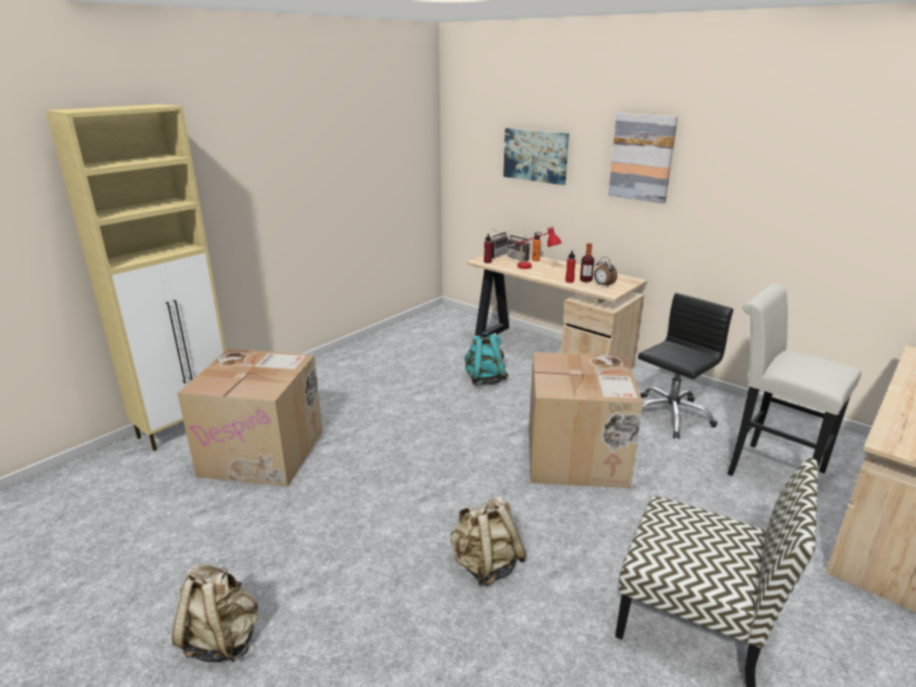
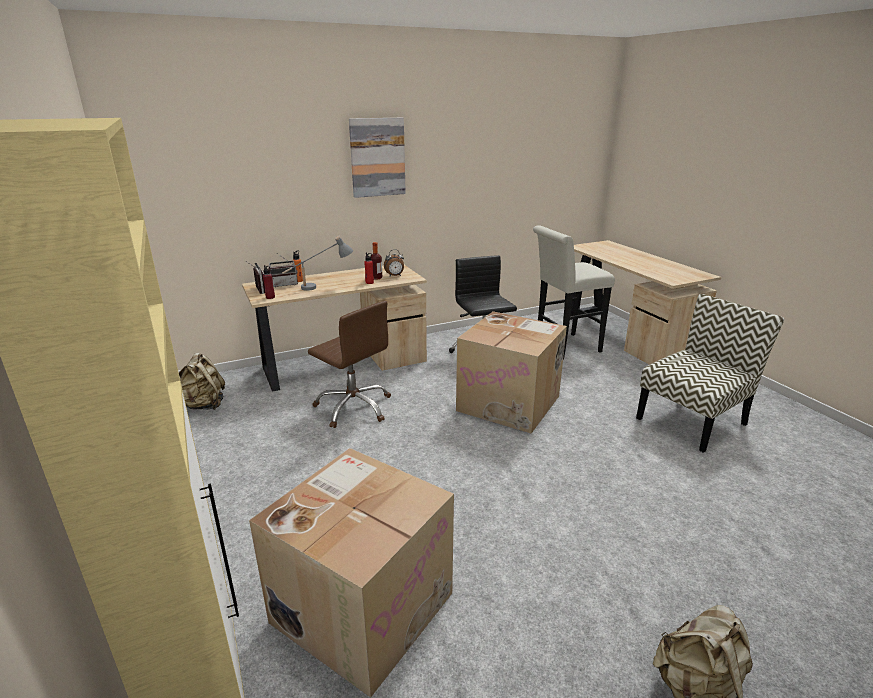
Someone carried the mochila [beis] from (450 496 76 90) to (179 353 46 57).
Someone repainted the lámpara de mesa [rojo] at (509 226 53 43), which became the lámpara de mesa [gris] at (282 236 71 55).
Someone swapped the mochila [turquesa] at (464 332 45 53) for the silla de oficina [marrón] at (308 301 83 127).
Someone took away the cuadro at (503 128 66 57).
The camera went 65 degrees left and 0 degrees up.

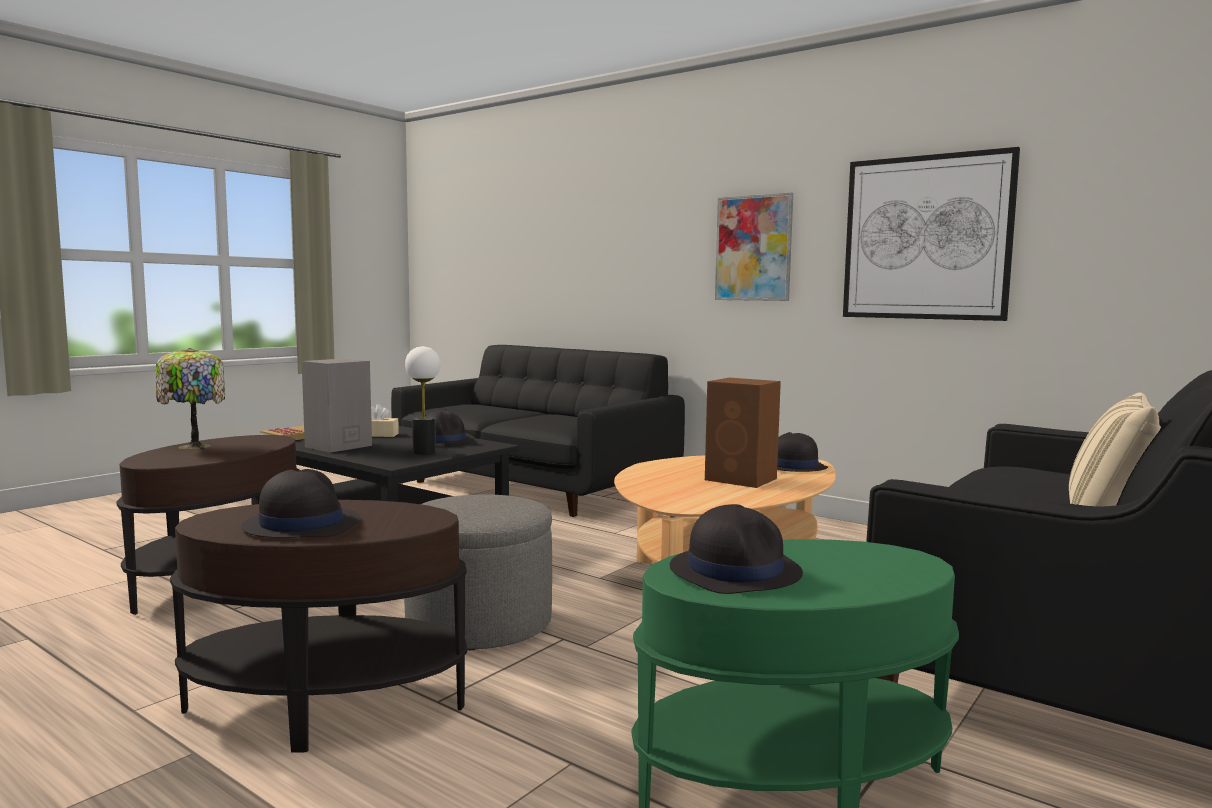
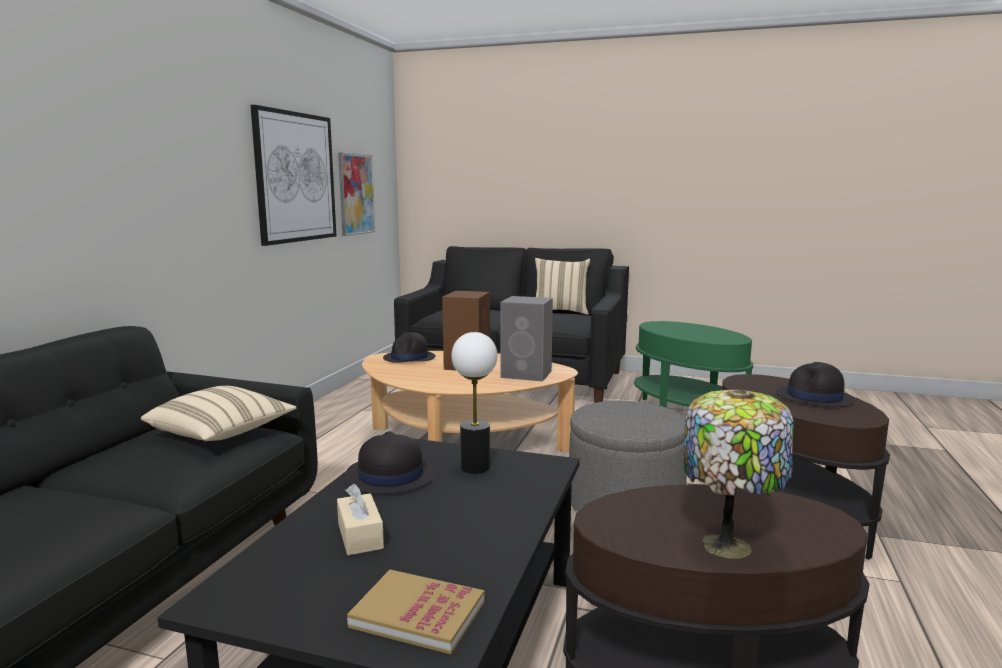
Someone put down the cojín [beis] at (141 386 155 55).
Someone carried the cuadro from (715 193 78 108) to (338 152 37 84).
Someone carried the altavoz [gris] from (302 359 70 94) to (501 296 52 86).
Someone took away the sombrero [negro] at (670 504 133 90).
The camera went 110 degrees left and 5 degrees up.

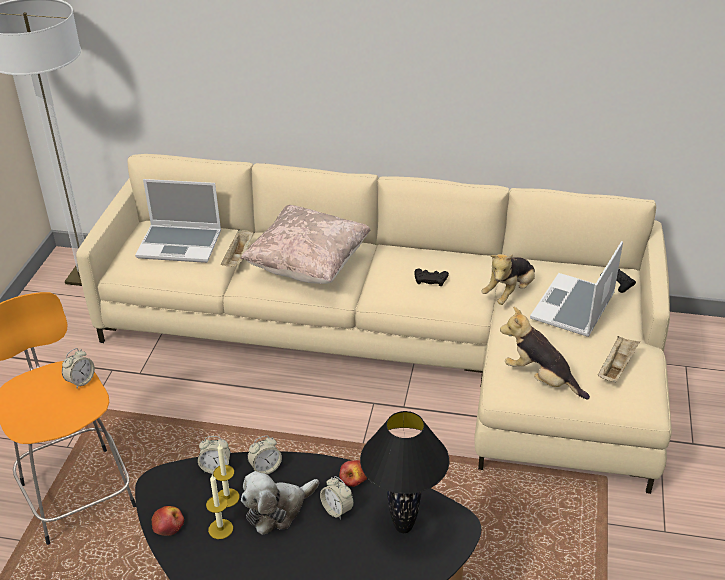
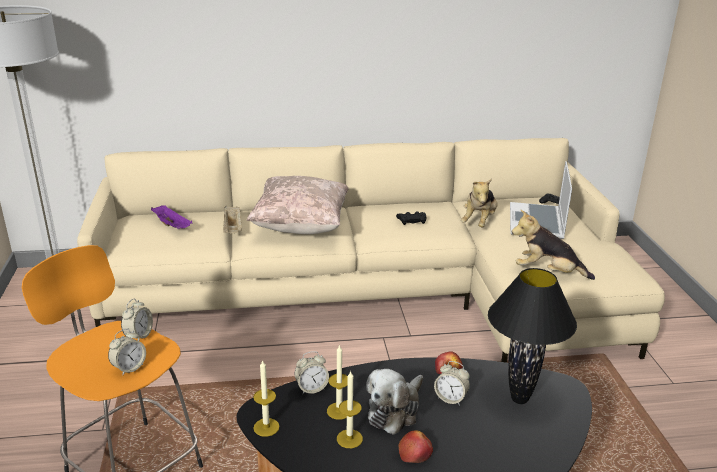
Someone carried the despertador from (247 435 35 39) to (108 329 38 47).
Someone swapped the portátil at (135 179 86 84) for the bandeja [morado] at (151 205 42 24).
Someone put down the vela at (253 359 26 78).
Someone carried the manzana from (152 506 32 30) to (399 430 34 33).
Someone took away the bandeja [beis] at (598 336 42 47).
The camera went 20 degrees left and 10 degrees down.

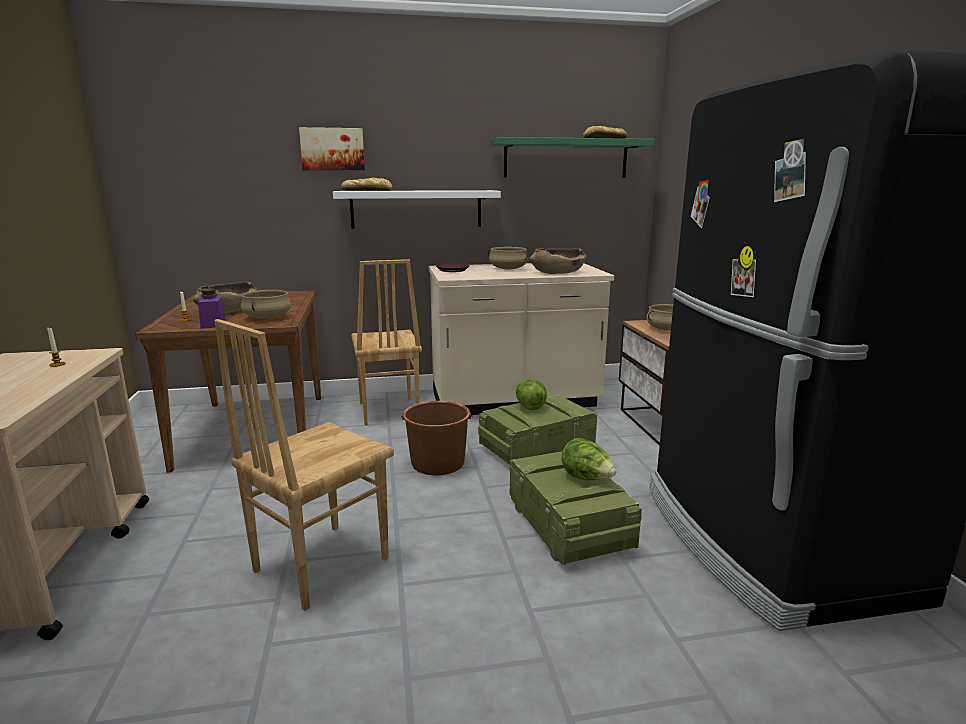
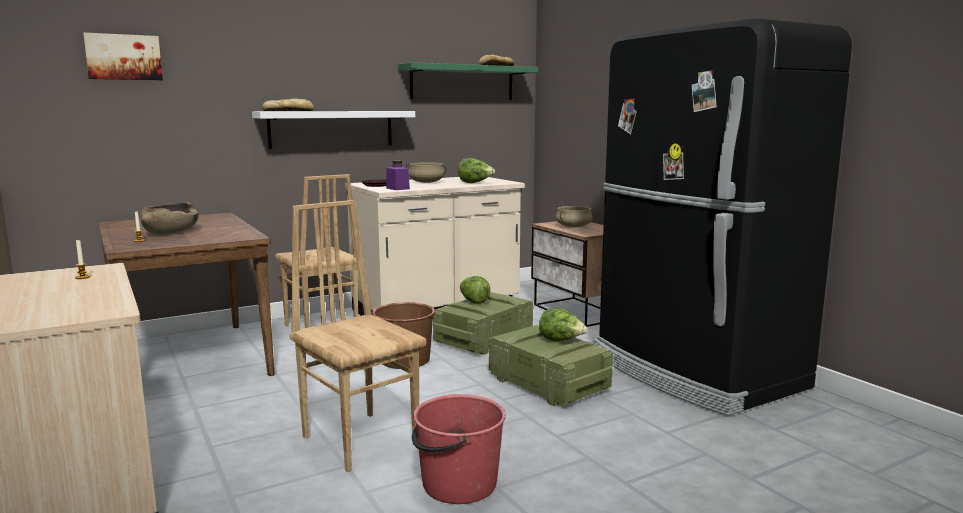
Someone carried the cuadro from (299 127 66 43) to (83 32 80 48).
Someone rotated the silla [marrón] at (214 319 180 292) by 120 degrees clockwise.
Someone carried the tarro [morado] from (198 289 27 40) to (386 160 24 30).
Someone put down the cubo [rojo] at (412 394 94 110).
Someone swapped the cuenco [marrón] at (529 248 58 26) for the lechuga at (458 158 37 25).
Someone took away the olla [beis] at (241 290 50 29).
The camera went 20 degrees left and 5 degrees down.

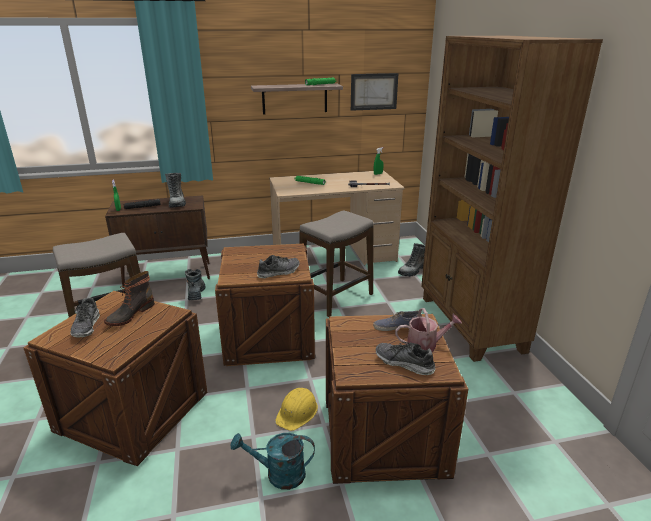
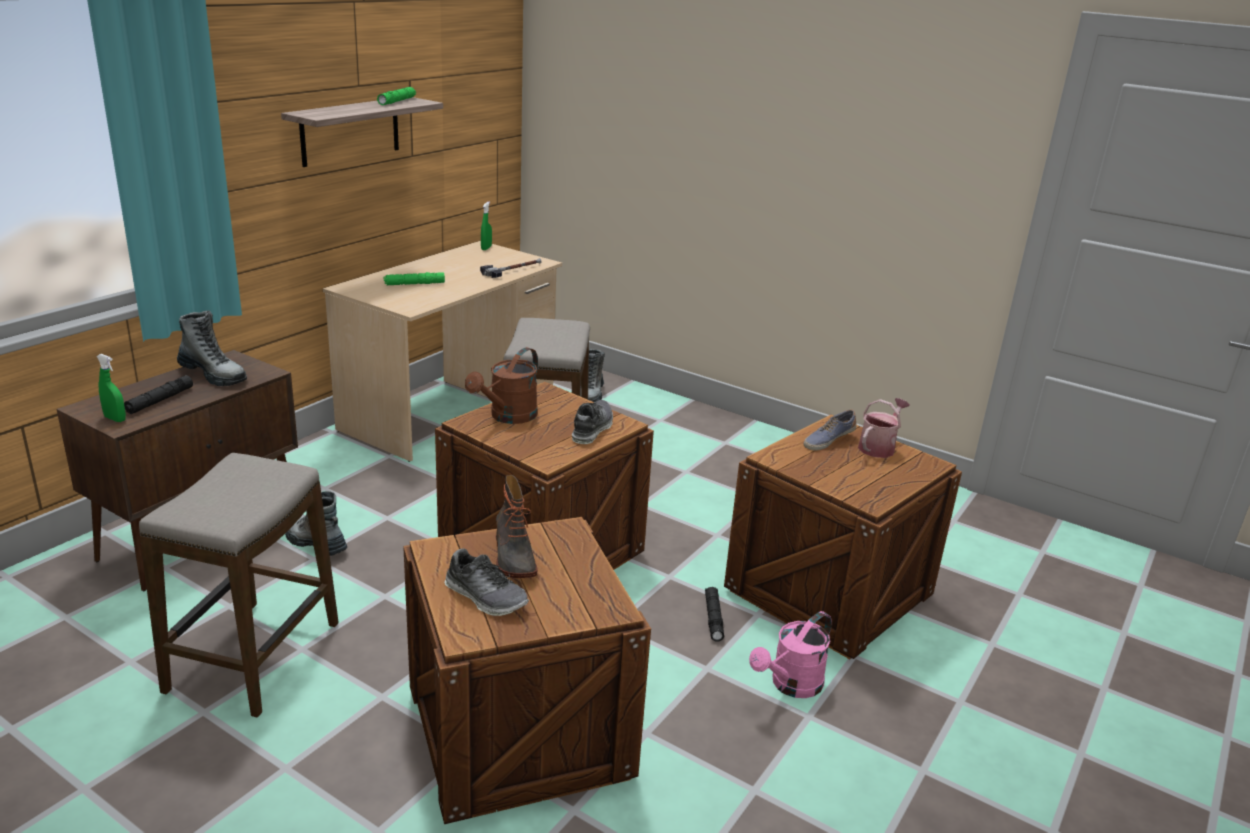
Someone put down the regadera [marrón] at (465 347 73 77).
Someone swapped the casco [amarillo] at (275 388 43 43) for the linterna [negro] at (705 587 19 55).
Someone repainted the regadera [turquesa] at (231 433 84 57), which became the regadera [rosa] at (749 611 83 87).
Someone took away the cuadro at (351 73 47 38).
Someone took away the zapato at (376 342 59 33).
Someone took away the estantería [marrón] at (421 36 182 326).
The camera went 45 degrees left and 0 degrees up.

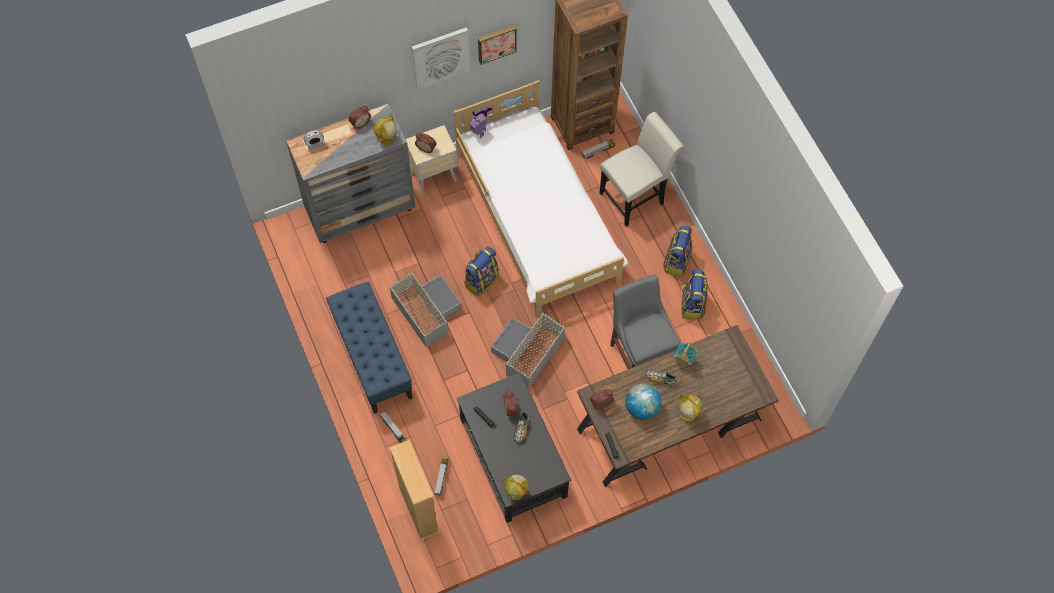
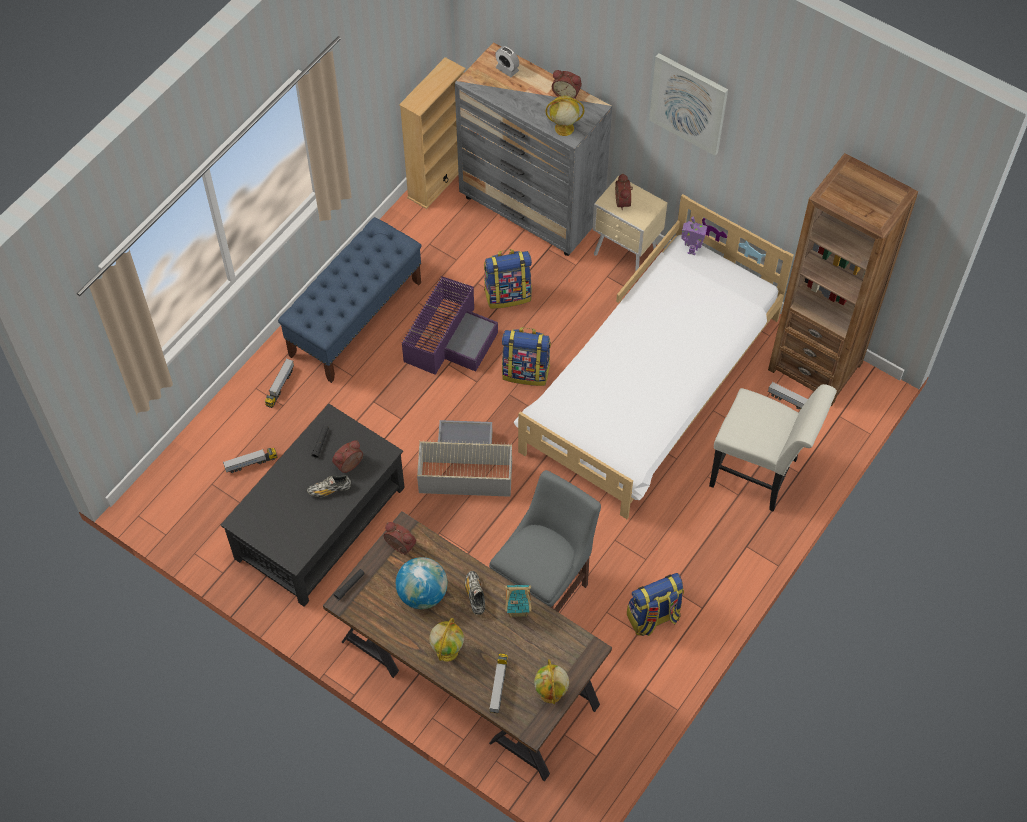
Someone carried the estantería [beis] from (390 440 50 100) to (399 57 67 152).
Someone repainted the caja de almacenaje [gris] at (389 271 73 76), which became the caja de almacenaje [morado] at (401 276 97 99).
Someone carried the mochila from (663 226 30 51) to (484 249 48 60).
Someone put down the camión de juguete at (489 653 19 60).
Someone carried the globo terráqueo from (502 475 28 25) to (534 659 35 45).
Someone took away the cuadro at (478 25 39 40).
The camera went 60 degrees right and 5 degrees down.

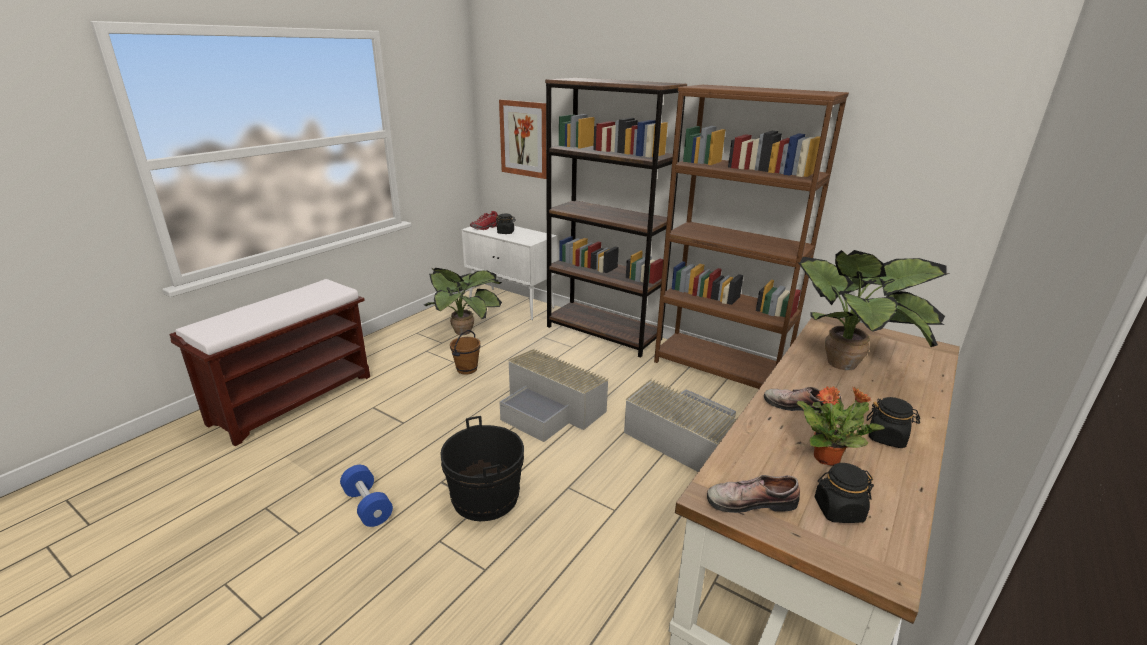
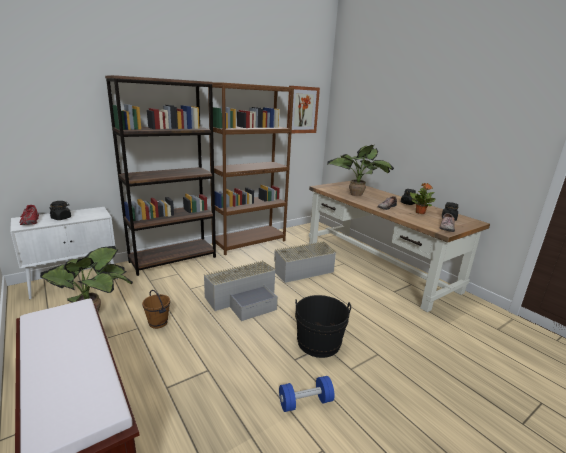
Someone carried the cuadro from (499 99 47 80) to (287 86 33 47).
The camera went 70 degrees left and 5 degrees down.

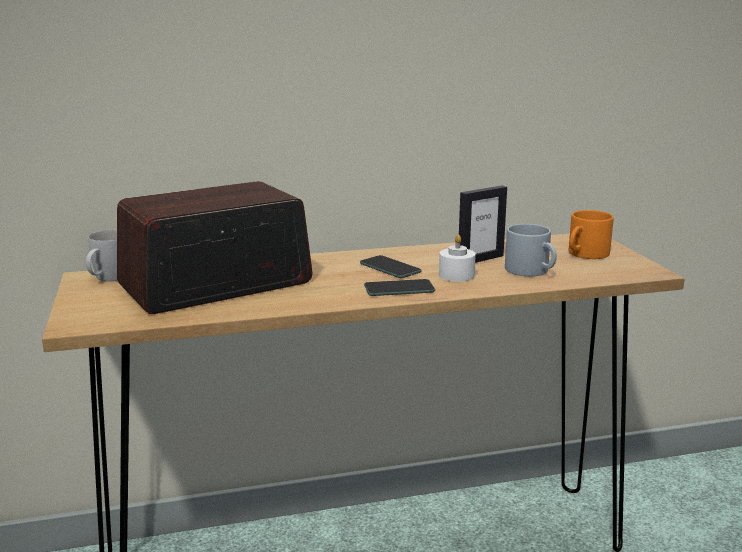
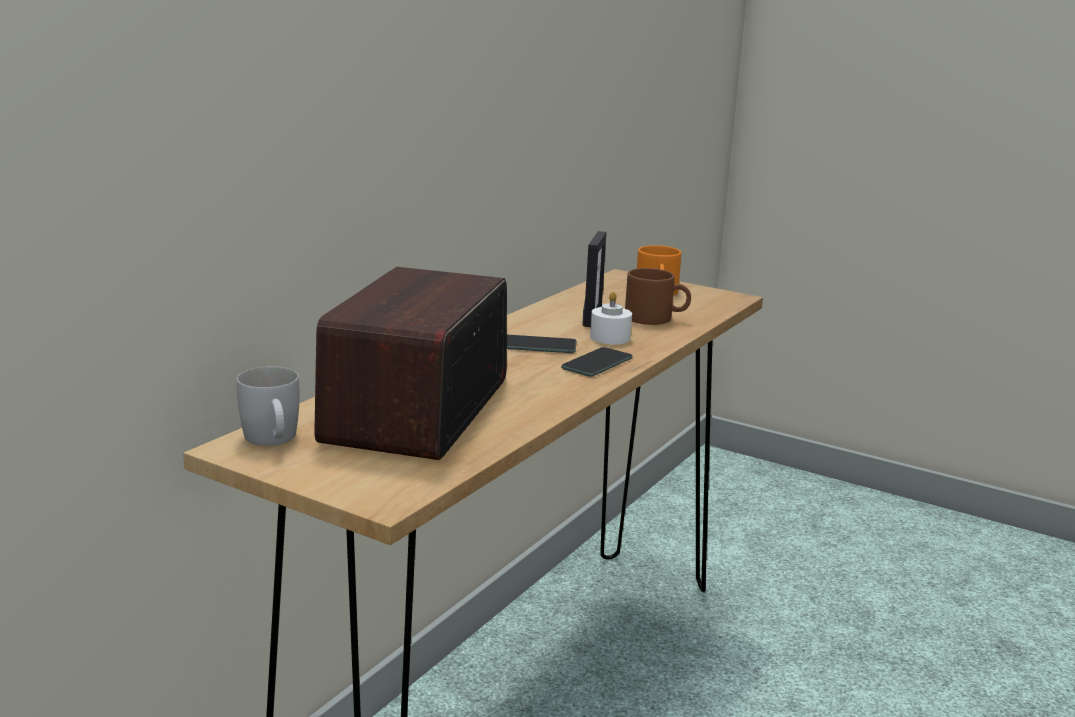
Someone repainted the taza grande [gris] at (505 224 52 52), which became the taza grande [marrón] at (625 268 66 57).
The camera went 45 degrees left and 0 degrees up.

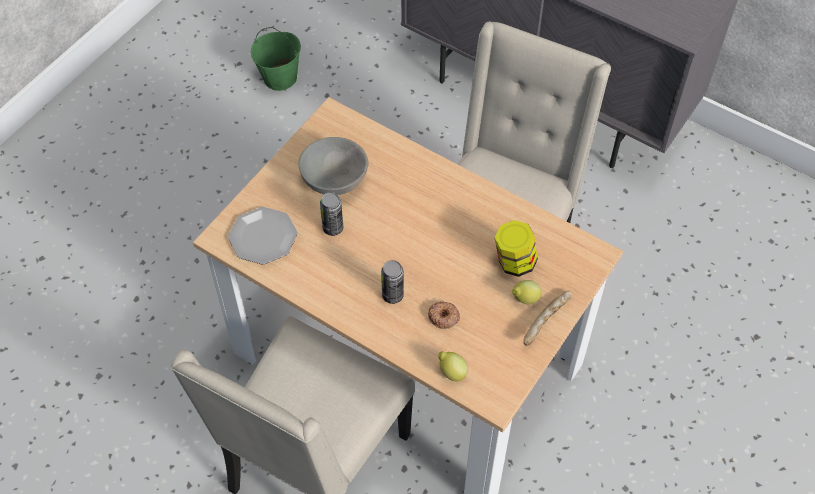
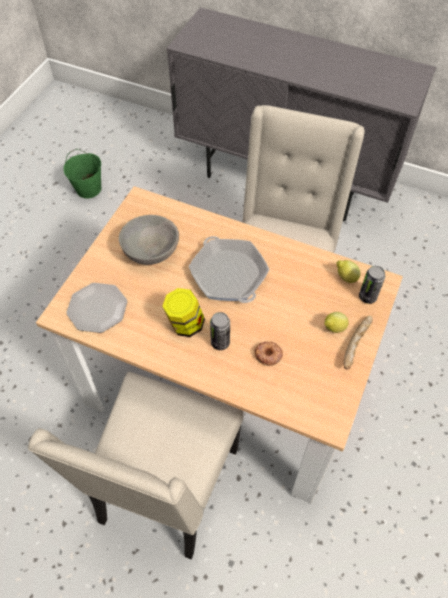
Someone carried the tarro from (494 220 44 57) to (162 288 43 49).
Someone put down the sartén at (189 236 81 67).
Someone carried the limón from (438 351 30 30) to (337 260 24 23).
Someone carried the lata from (320 192 23 44) to (359 266 26 38).
The camera went 10 degrees left and 0 degrees up.

